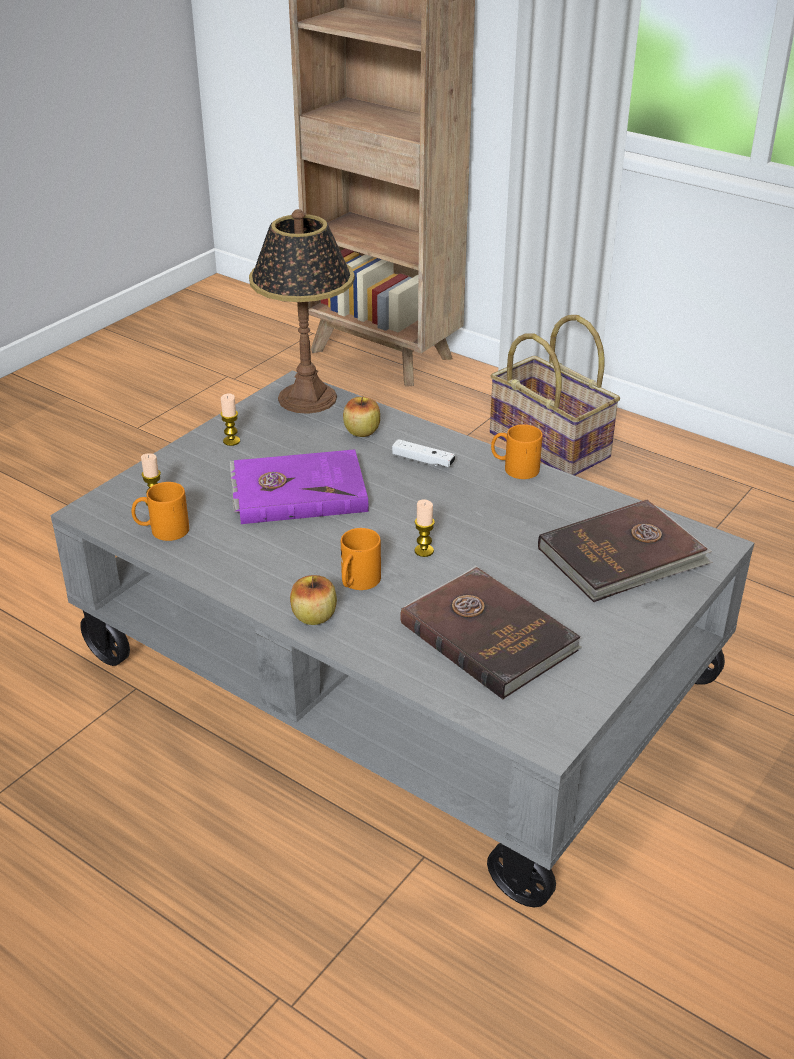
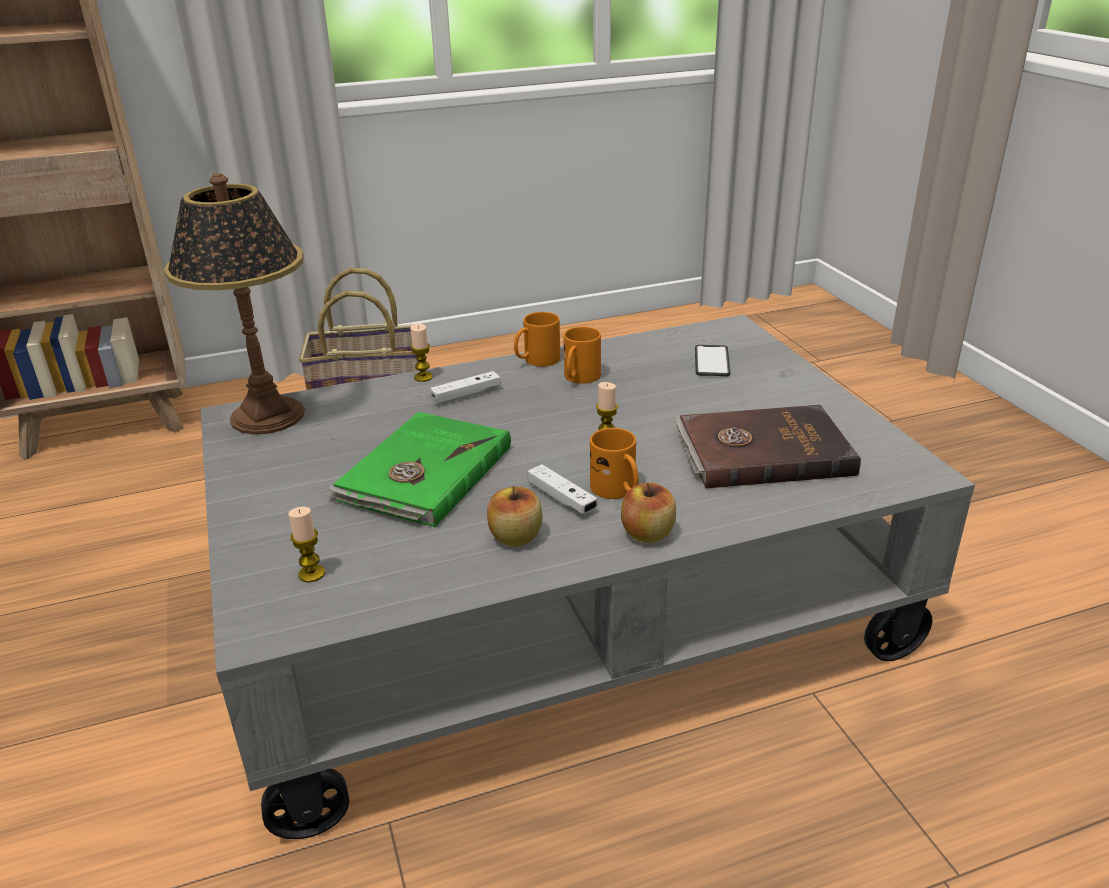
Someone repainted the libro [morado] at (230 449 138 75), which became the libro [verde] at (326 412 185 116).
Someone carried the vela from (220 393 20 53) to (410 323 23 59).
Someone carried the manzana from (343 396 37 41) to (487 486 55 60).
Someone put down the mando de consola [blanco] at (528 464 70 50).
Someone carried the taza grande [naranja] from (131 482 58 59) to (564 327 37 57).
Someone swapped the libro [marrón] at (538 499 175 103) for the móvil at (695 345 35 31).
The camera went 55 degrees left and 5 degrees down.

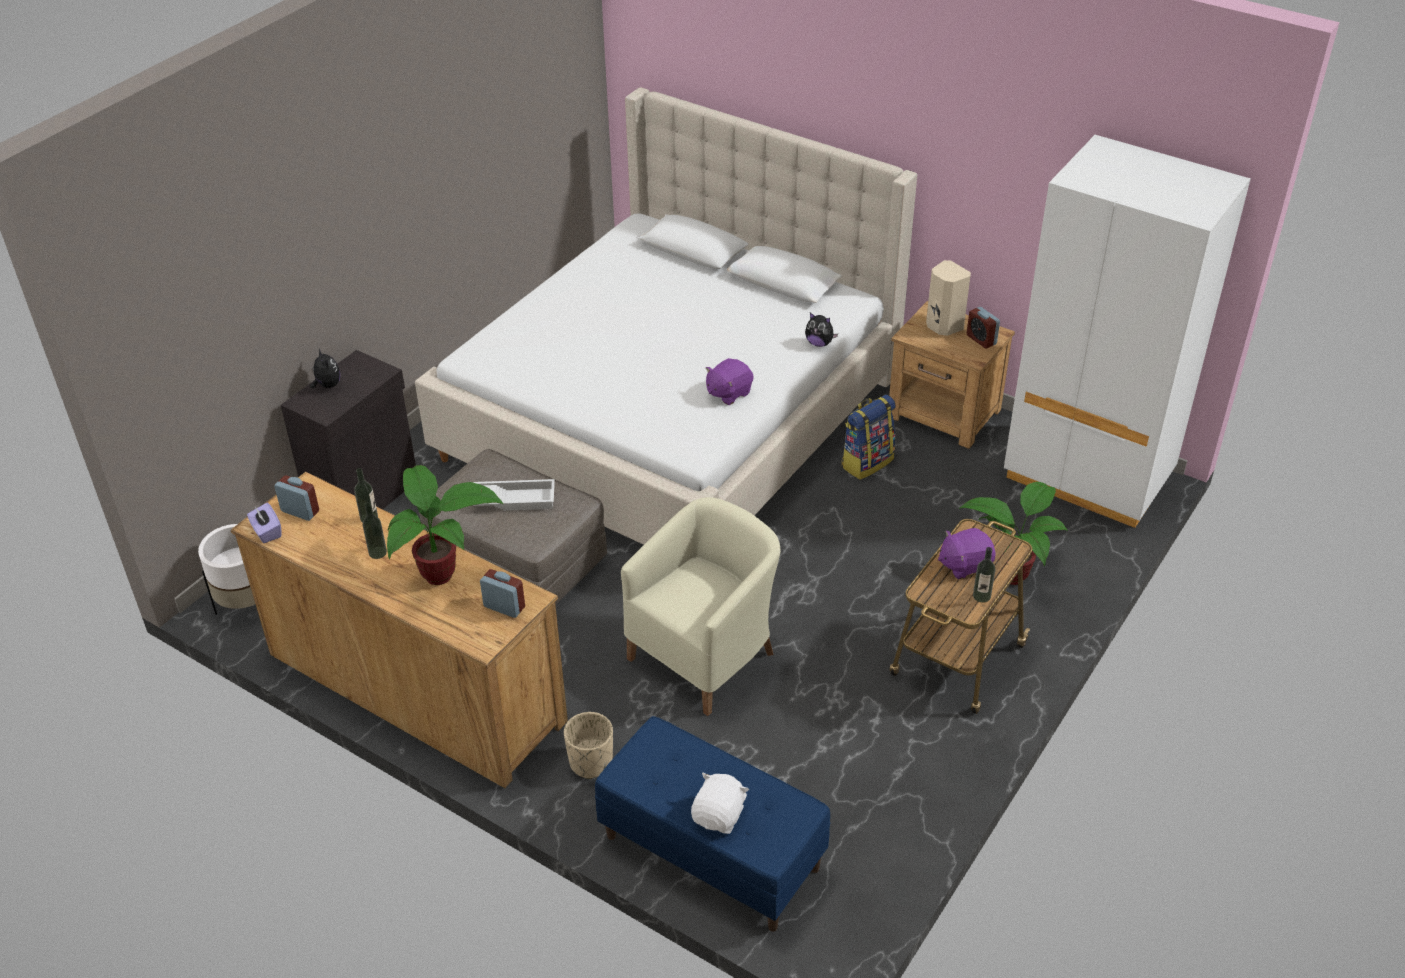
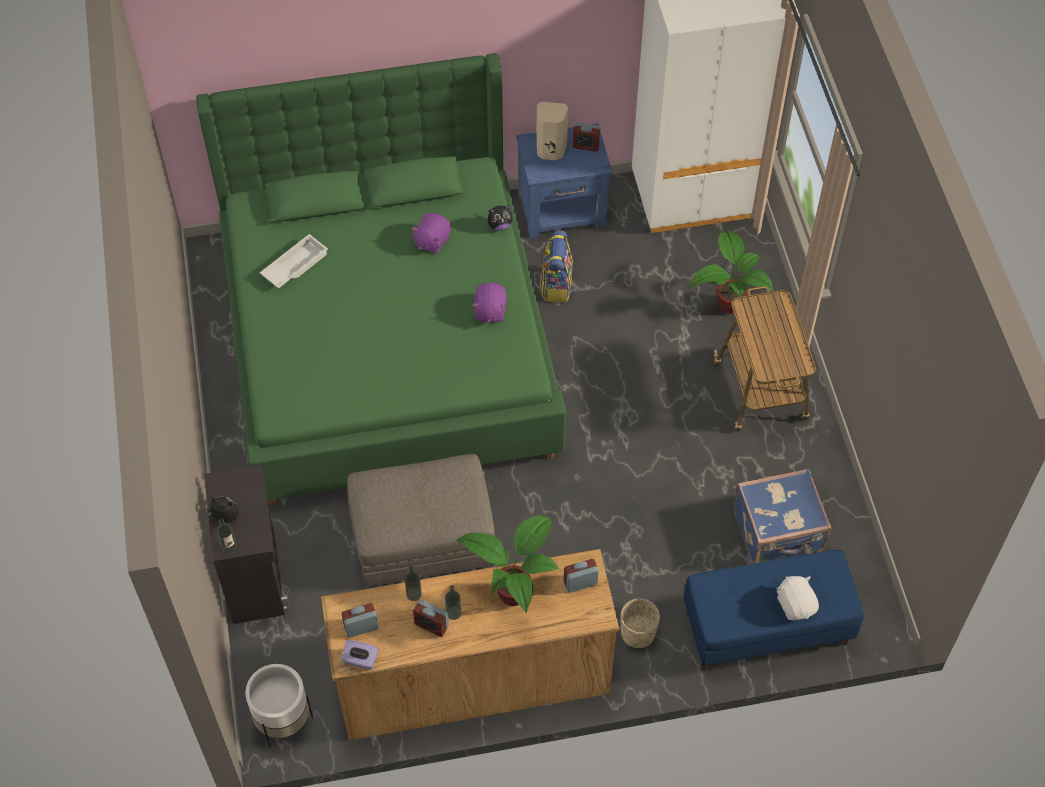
Someone repainted the cama [beis] at (415 87 502 458), which became the cama [verde] at (196 53 370 451).
Someone carried the botella from (973 547 22 56) to (217 518 20 35).
Someone carried the bandeja [blanco] from (473 479 82 32) to (260 234 68 55).
Someone carried the peluche [morado] from (938 528 58 52) to (411 213 40 41).
Someone put down the despertador at (413 599 36 38).
Someone repainted the mesita de noche [marrón] at (889 301 126 148), which became the mesita de noche [azul] at (516 124 96 114).
Someone put down the maleta [azul] at (734 469 97 95).
Someone took away the sillón [beis] at (621 497 159 219).
The camera went 45 degrees left and 15 degrees up.

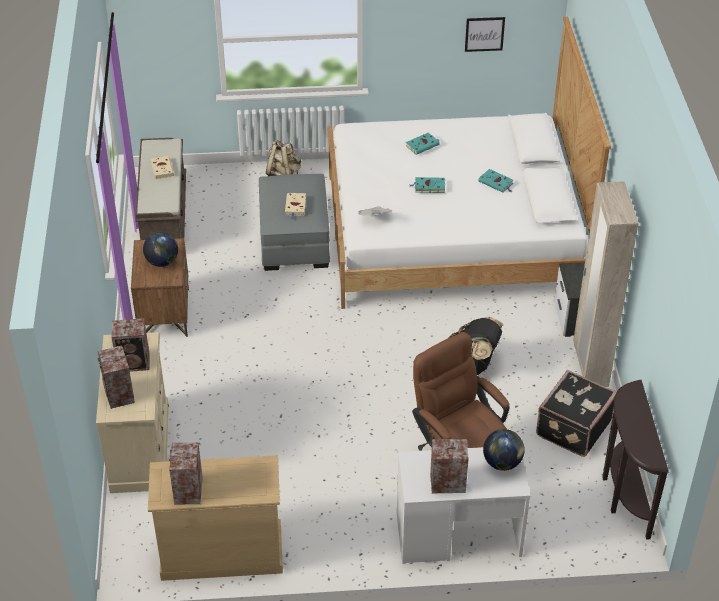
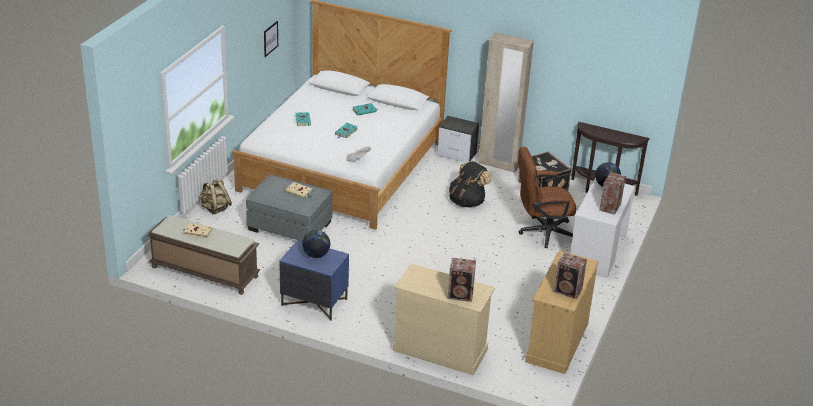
Someone repainted the mesita de noche [marrón] at (131 238 58 99), which became the mesita de noche [azul] at (279 240 70 81).
Someone took away the altavoz at (111 318 38 54).
The camera went 65 degrees left and 10 degrees down.

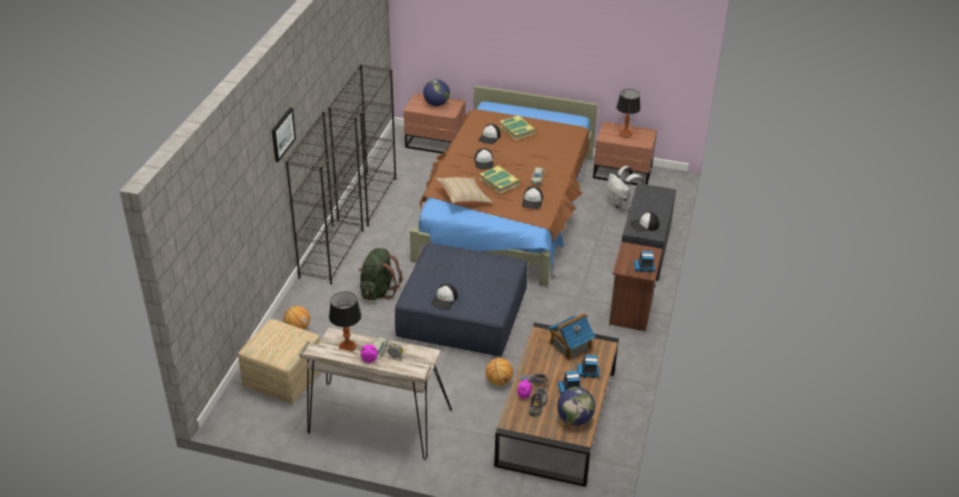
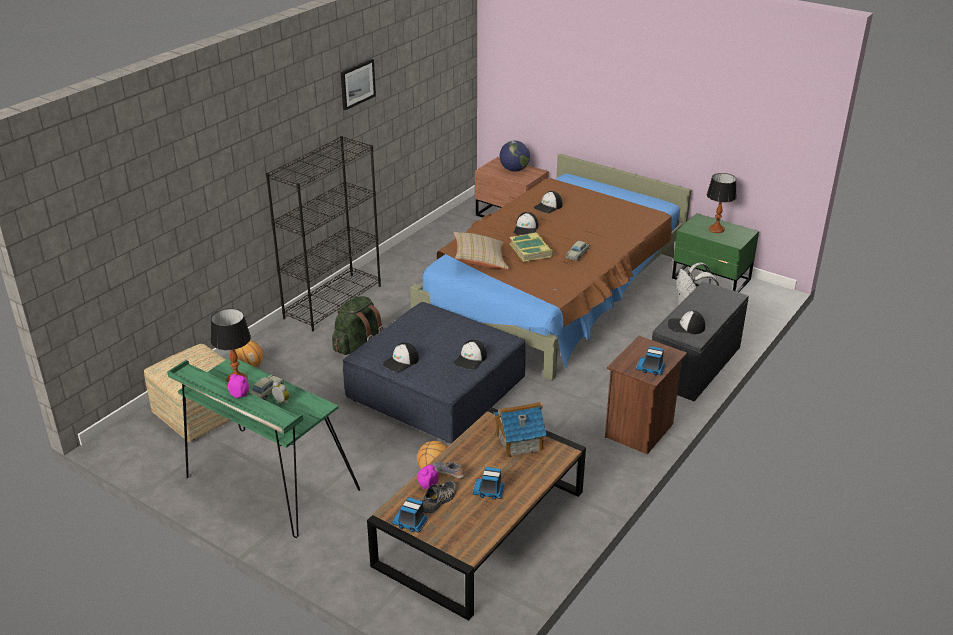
Someone repainted the escritorio [beis] at (299 328 153 132), which became the escritorio [verde] at (167 358 193 180).
Someone carried the cuadro from (272 108 24 54) to (340 59 36 51).
Someone carried the camión de juguete from (576 355 24 23) to (392 498 36 35).
Someone carried the gorra from (522 186 21 23) to (454 340 33 30).
Someone repainted the mesita de noche [marrón] at (593 122 64 63), which became the mesita de noche [verde] at (672 213 87 79).
Someone took away the estantería [negro] at (328 64 68 162).
Someone took away the libro at (499 115 37 25).
Someone took away the globo terráqueo at (557 387 38 38).
The camera went 20 degrees right and 5 degrees down.

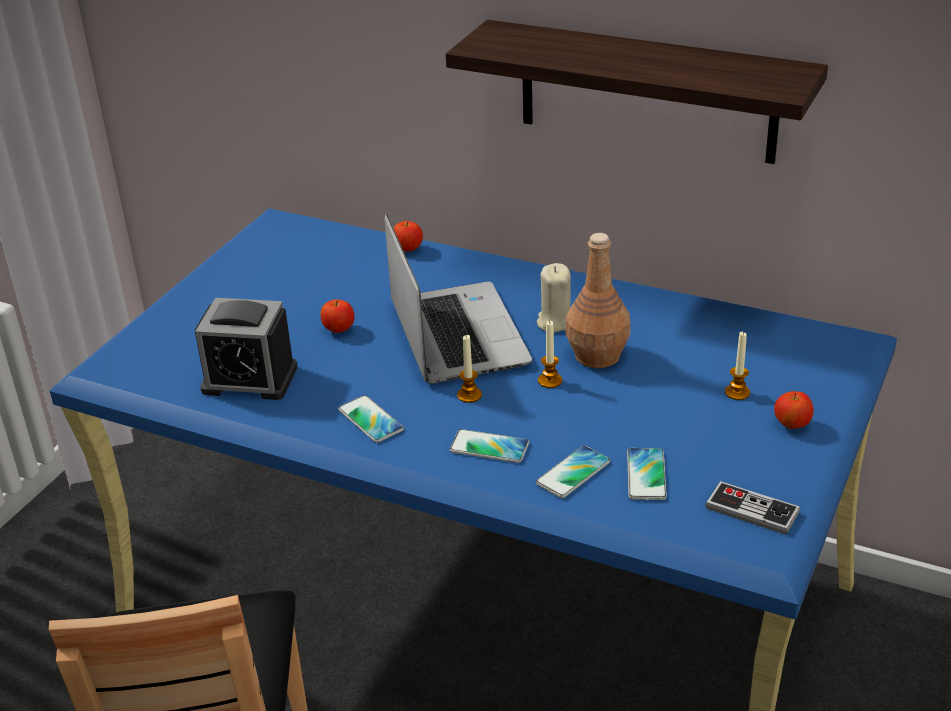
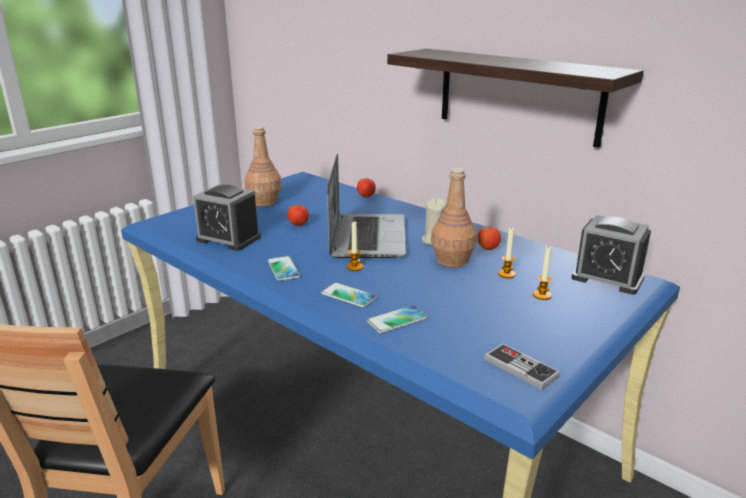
Someone put down the botella [marrón] at (245 126 37 80).
Someone carried the manzana from (774 391 40 38) to (477 227 24 23).
Someone carried the vela from (538 321 24 67) to (498 228 18 50).
Someone put down the despertador at (571 215 80 80).
Someone took away the móvil at (627 448 40 52).
The camera went 15 degrees right and 10 degrees down.

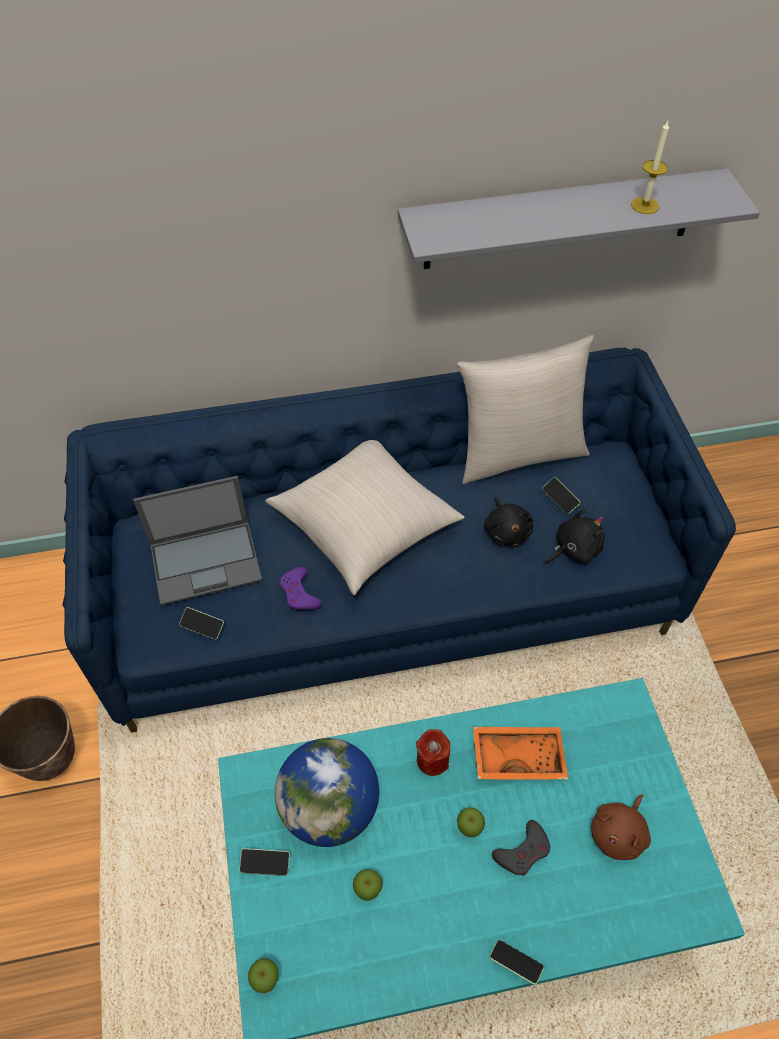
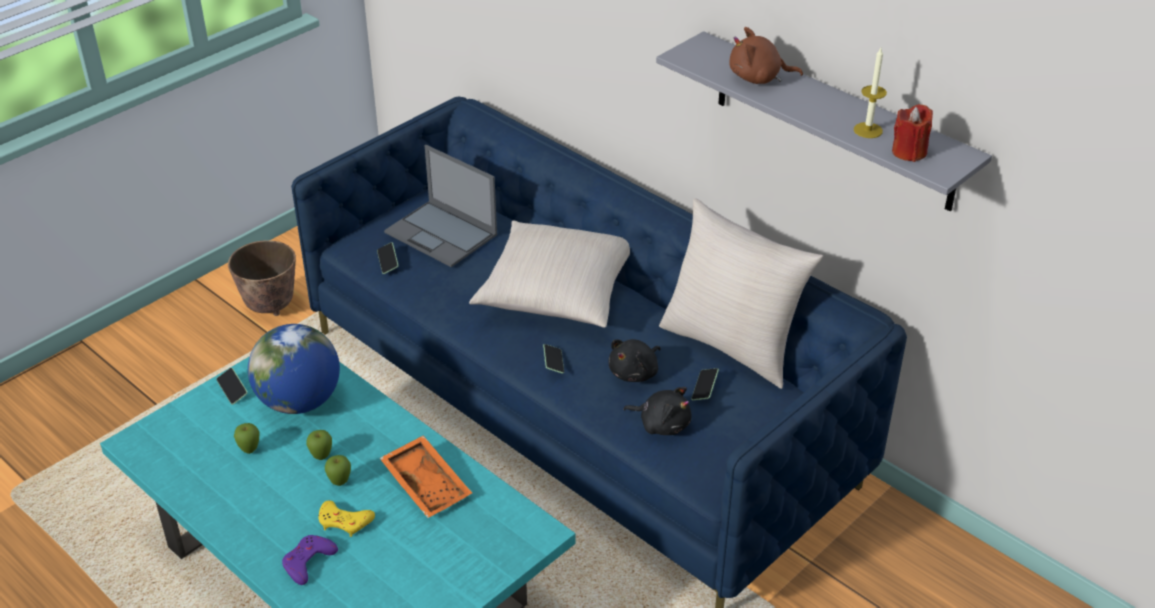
Someone carried the mando de consola [morado] from (279 567 42 43) to (282 535 56 50).
Someone carried the manzana from (248 958 31 35) to (306 430 26 30).
Someone repainted the mando de consola [gris] at (492 820 58 56), which became the mando de consola [amarillo] at (319 500 56 37).
Someone carried the móvil from (489 940 55 45) to (543 344 21 29).
Someone carried the peluche [marrón] from (591 795 60 65) to (730 27 73 57).
Someone carried the vela [rojo] from (416 729 34 47) to (892 104 41 58).
The camera went 55 degrees right and 15 degrees down.

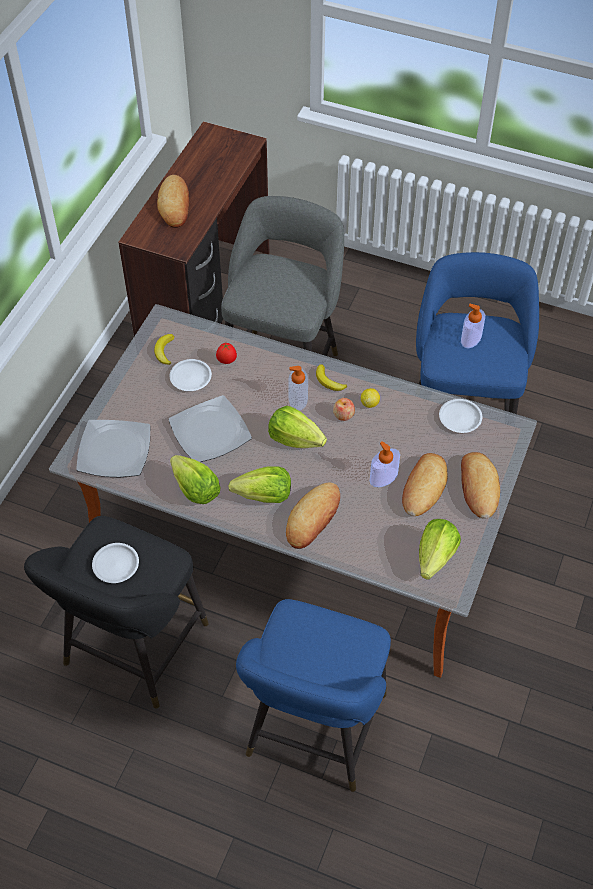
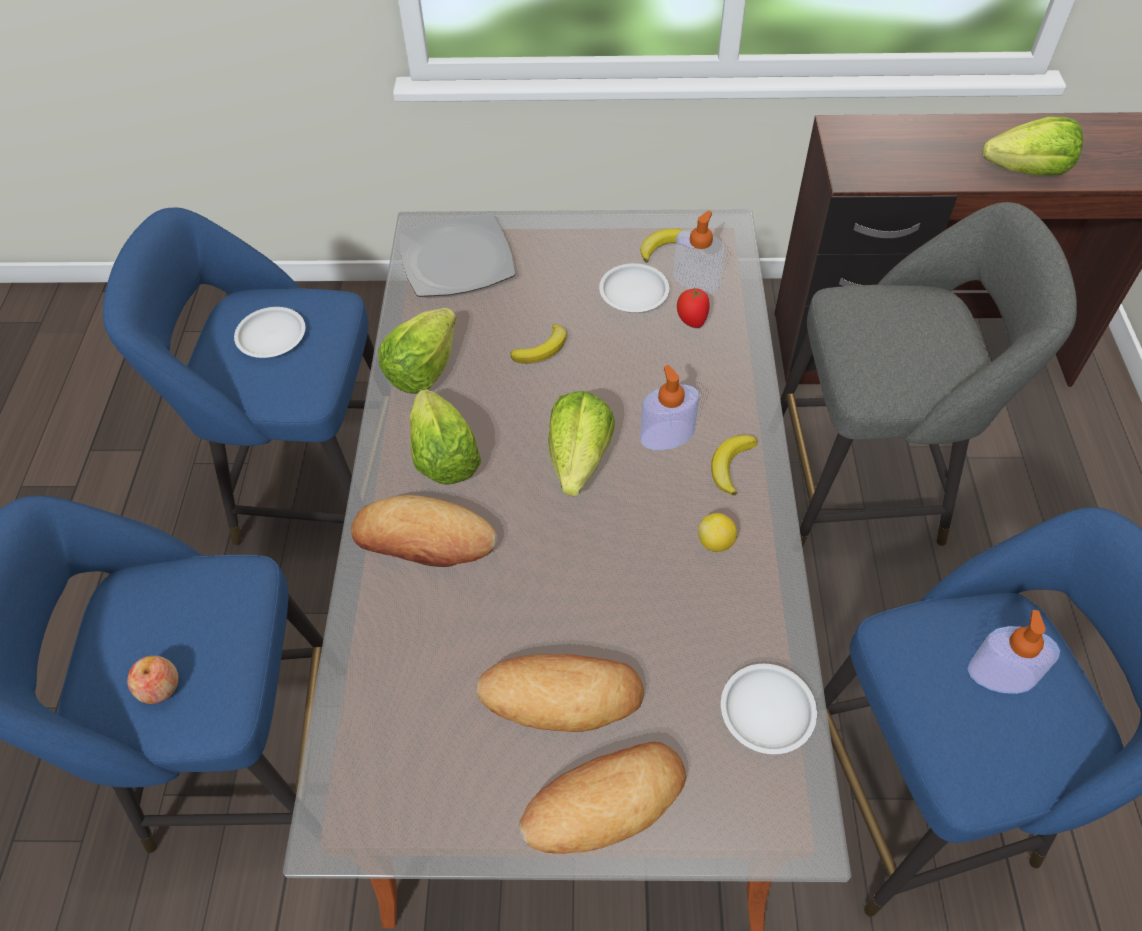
Someone repainted the taburete [negro] at (24 516 185 193), which became the taburete [azul] at (103 208 271 337).
Someone carried the manzana from (333 398 22 23) to (127 656 52 48).
Someone swapped the plato at (168 395 84 67) for the plátano at (510 324 57 39).
Someone carried the dispensador de jabón from (370 441 30 46) to (673 211 52 82).
Someone carried the lechuga from (419 519 42 61) to (982 117 101 58).
Someone took away the pan at (157 175 32 53).
The camera went 70 degrees right and 0 degrees up.

